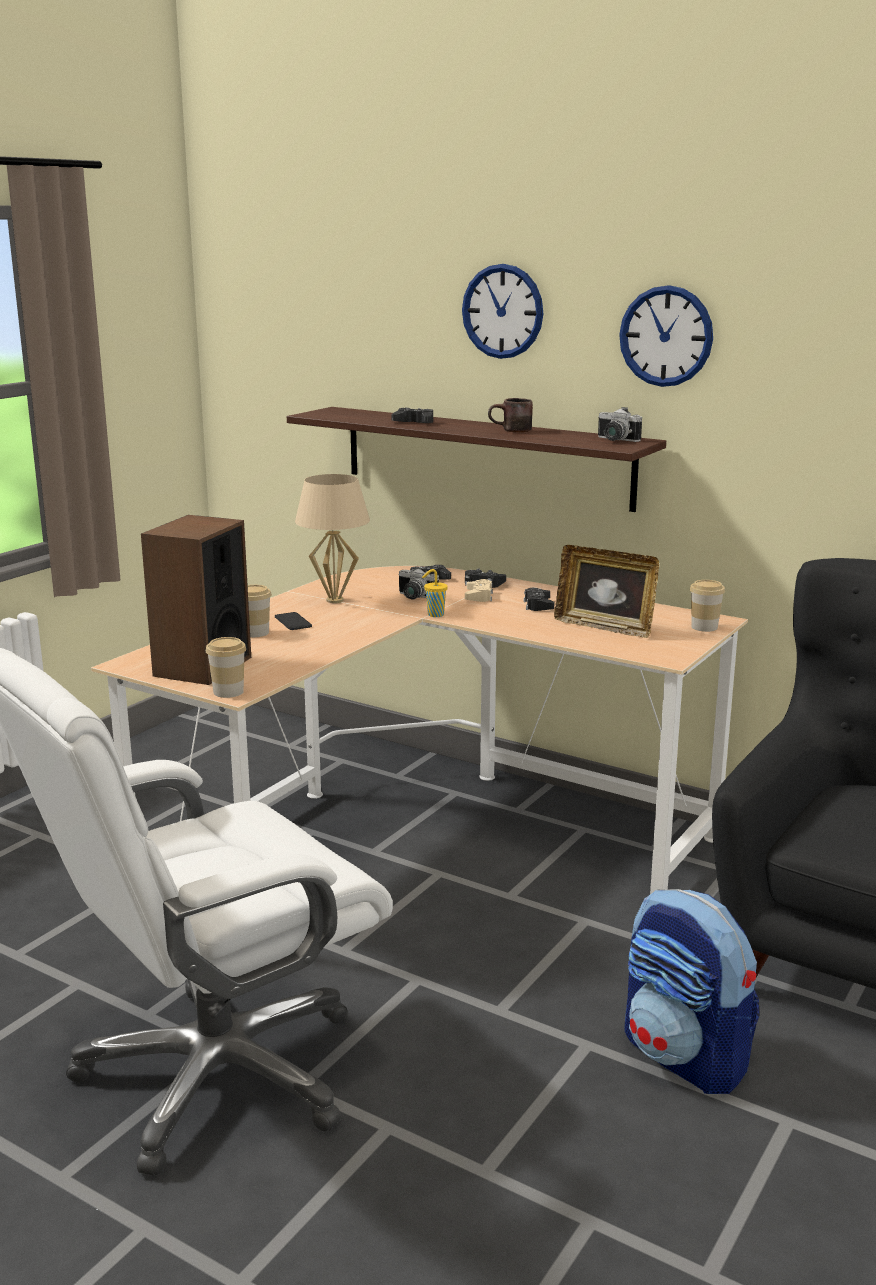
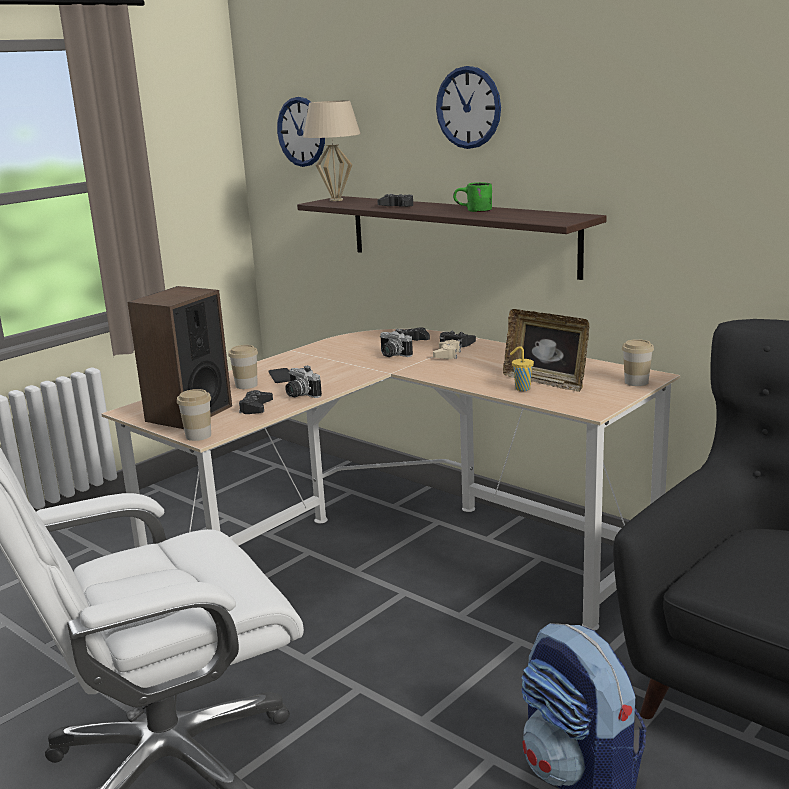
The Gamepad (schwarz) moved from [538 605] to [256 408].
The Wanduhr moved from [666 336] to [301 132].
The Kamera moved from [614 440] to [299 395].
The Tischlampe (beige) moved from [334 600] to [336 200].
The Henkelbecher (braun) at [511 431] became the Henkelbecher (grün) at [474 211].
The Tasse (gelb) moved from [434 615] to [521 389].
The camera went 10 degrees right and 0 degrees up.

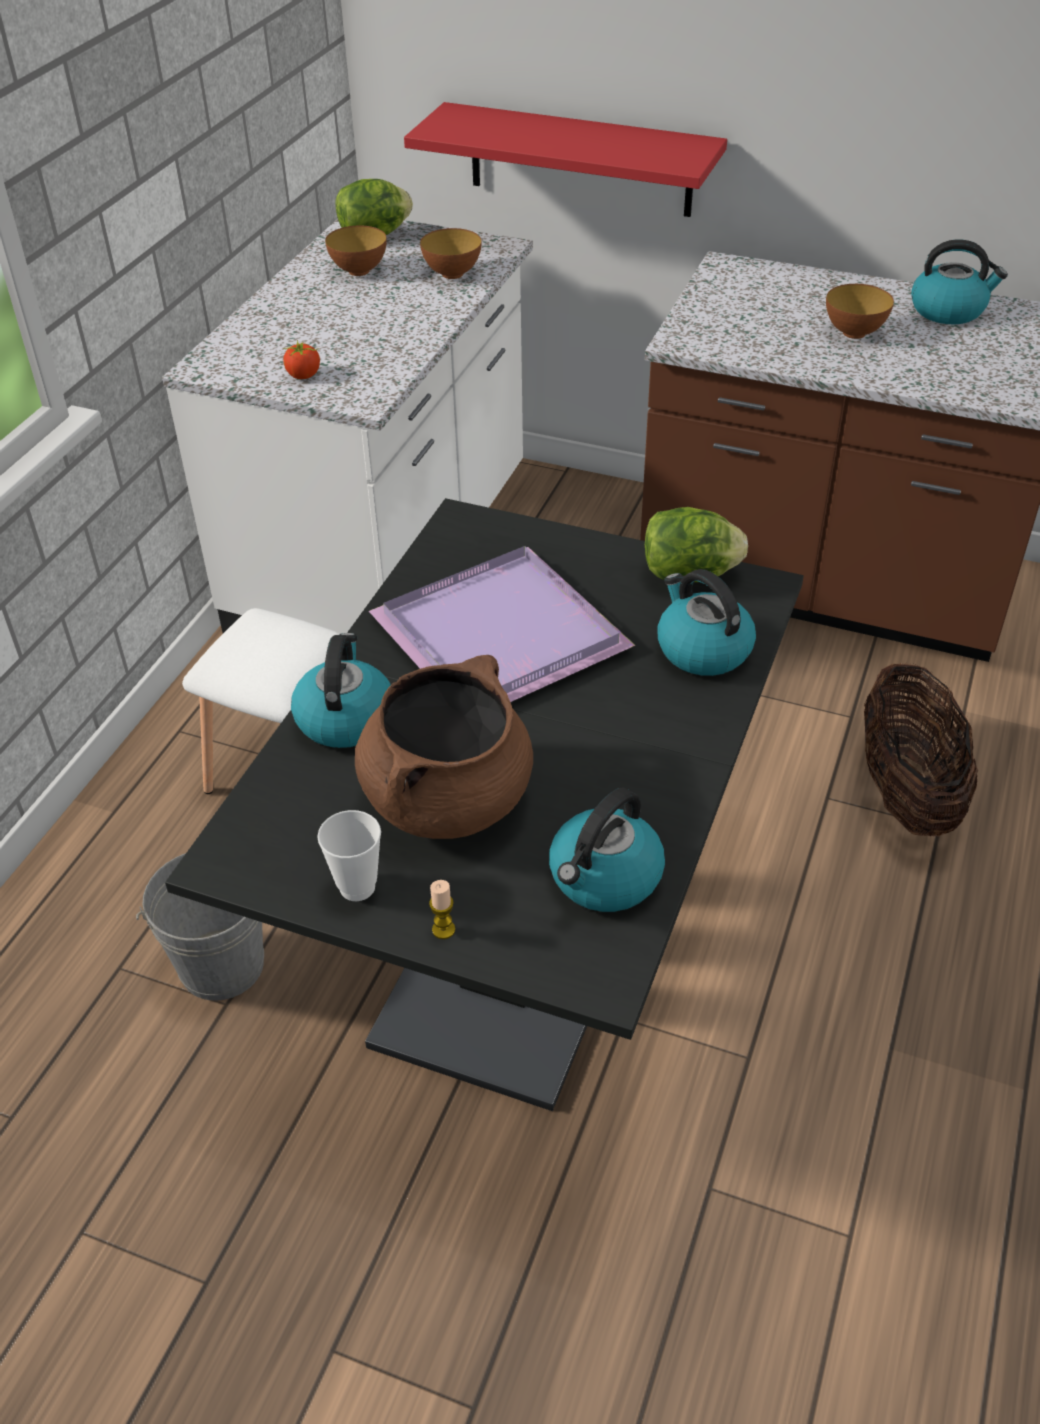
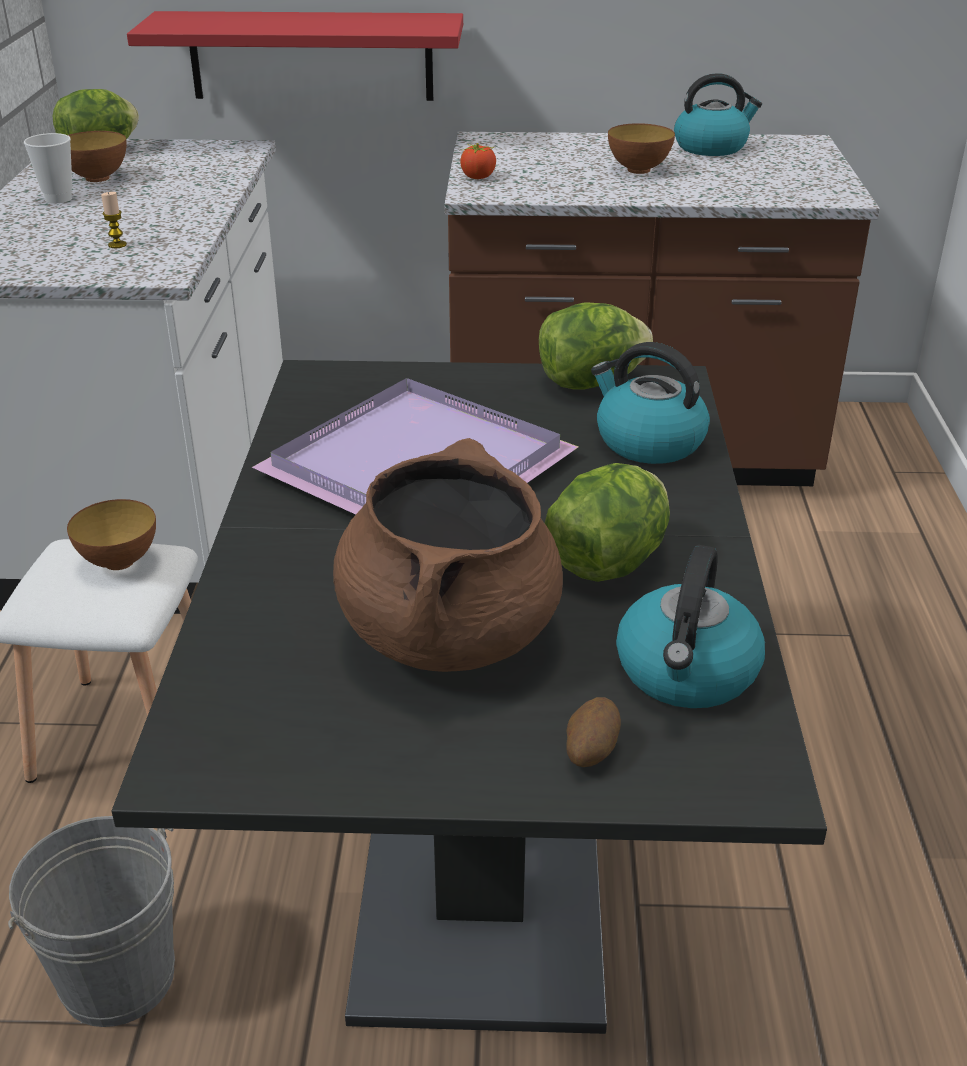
The Tasse moved from [357 887] to [58 199].
The Schüssel moved from [452 274] to [119 561].
The Kerze moved from [443 929] to [117 245].
The Tomate moved from [304 375] to [478 177].
The Salatkopf at [608 562] appeared.
The Kartoffel at [590 751] appeared.
The Wasserkessel at [345 718] disappeared.
The Korb at [906 791] disappeared.
The camera went 20 degrees left and 10 degrees down.

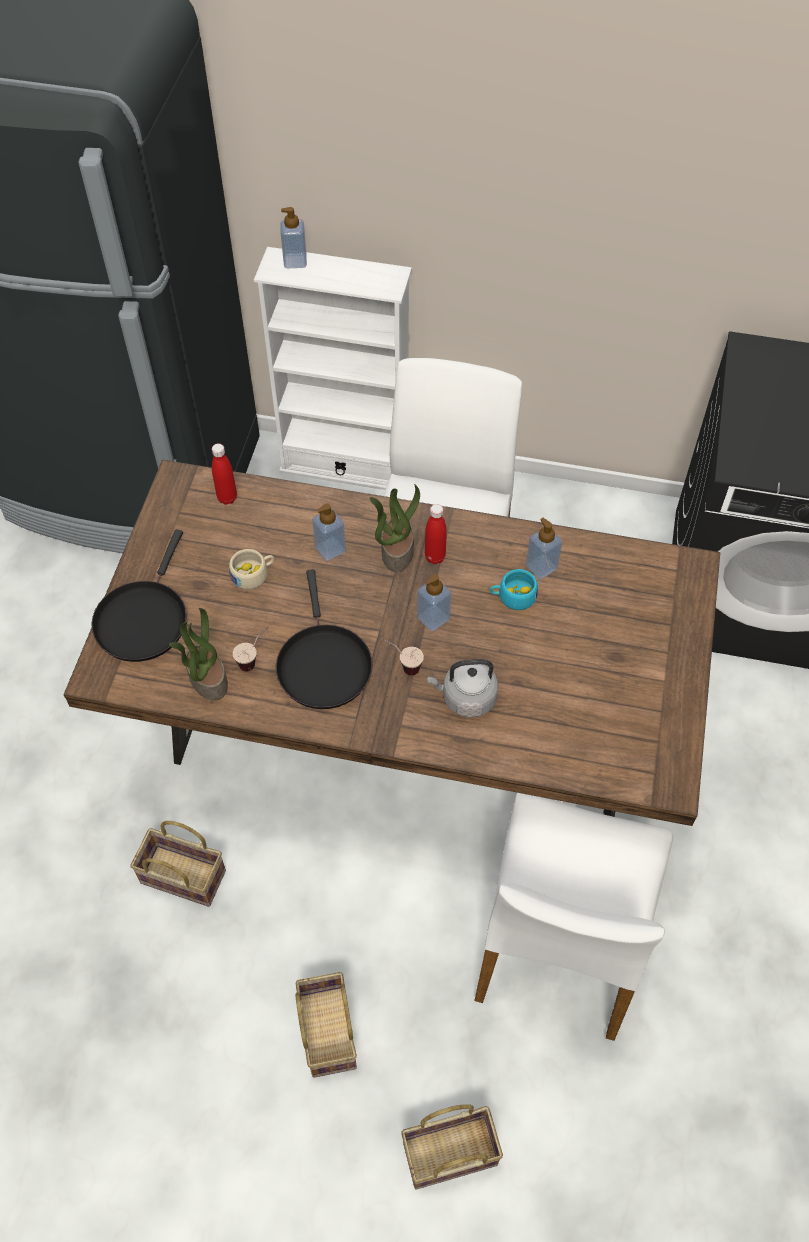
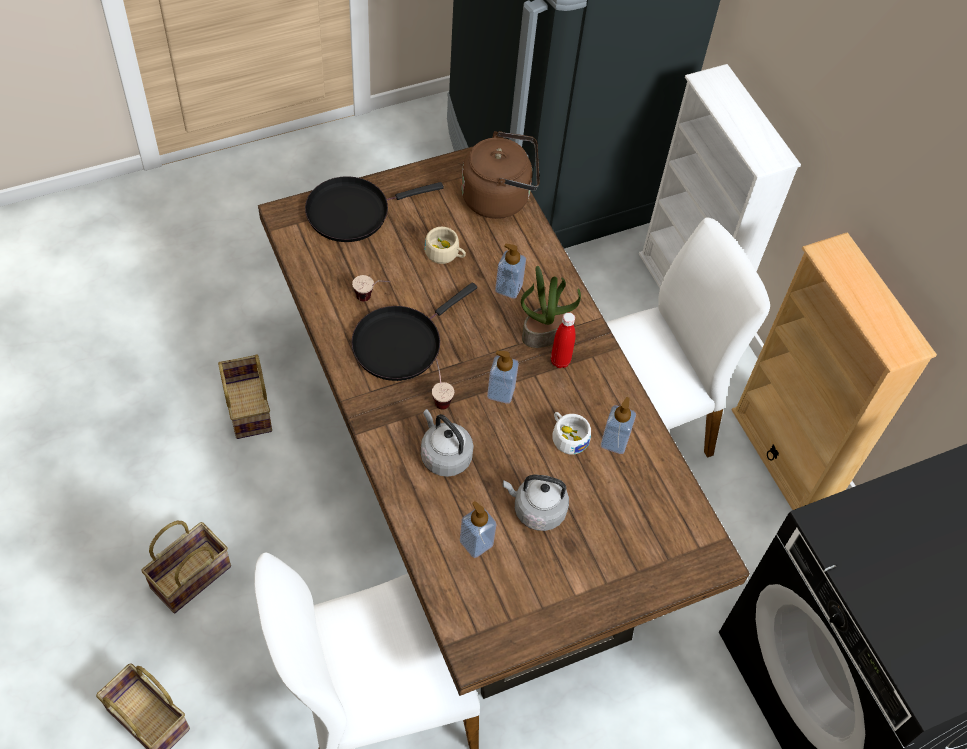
The Seifenspender moved from [295 261] to [476 543].
The Flasche (rot) at [227 498] was replaced by the Wasserkessel (braun) at [500 197].
The Wasserkessel (grau) at [536 510] appeared.
The Tasse (türkis) at [512 596] became the Tasse (weiß) at [567 436].
The Bücherregal (beige) at [784 456] appeared.
The Topfpflanze at [207 679] disappeared.
The camera went 50 degrees right and 0 degrees up.

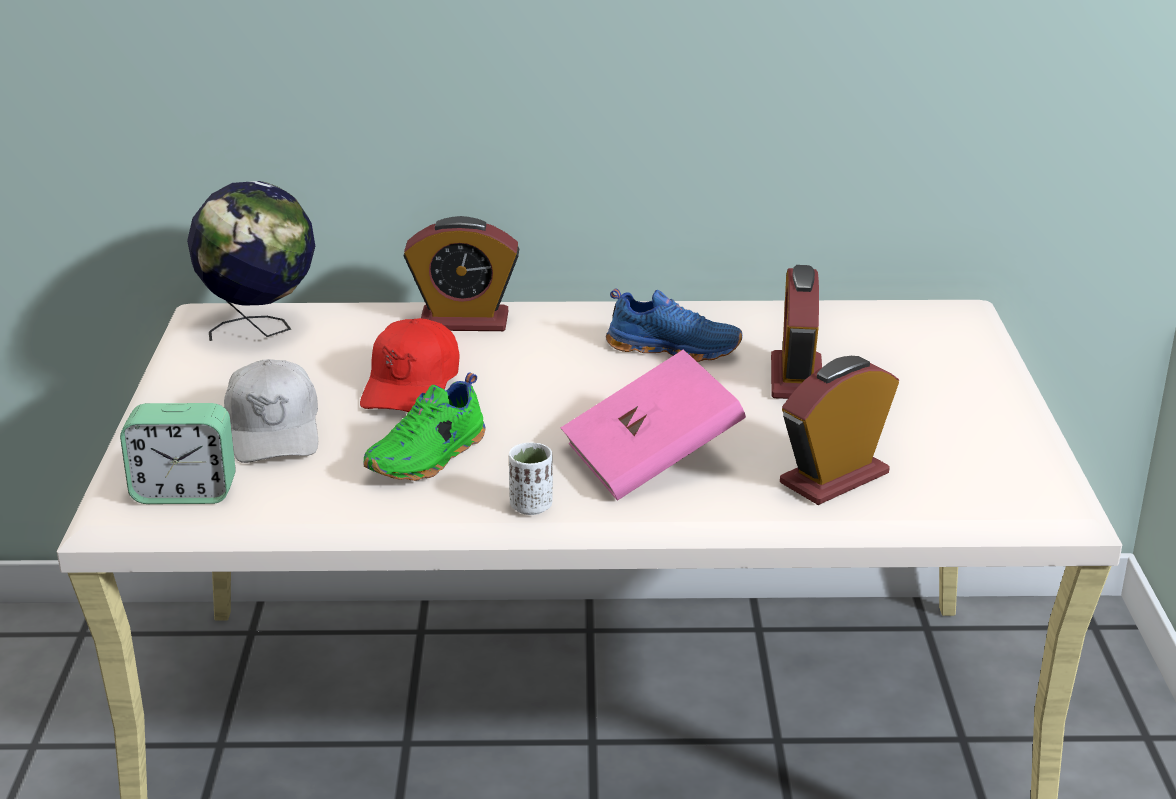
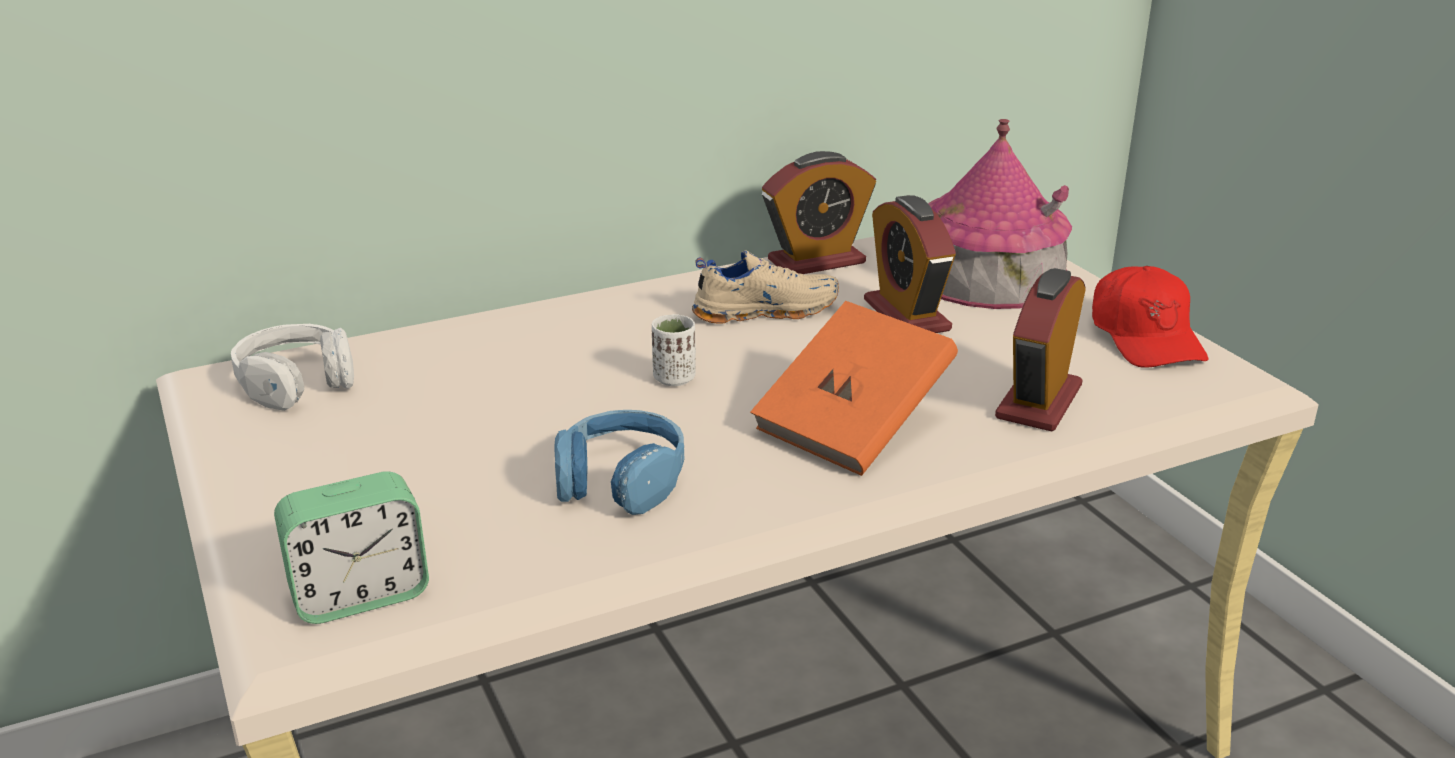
The Globus at [261 330] was replaced by the Kopfhörer (weiß) at [296 382].
The Schuh (grün) at [429 458] was replaced by the Kopfhörer (blau) at [621 480].
The Tasse (weiß) moved from [531 506] to [674 378].
The Schuh (blau) at [674 348] became the Schuh (beige) at [764 311].
The Buch (rosa) at [651 460] became the Buch (orange) at [853 425].
The Wecker moved from [464 321] to [816 261].
The Spielzeughaus at [988 274] appeared.
The Kappe (rot) moved from [412 386] to [1145 337].
The Kappe (weiß) at [274 430] disappeared.
The camera went 25 degrees left and 0 degrees up.

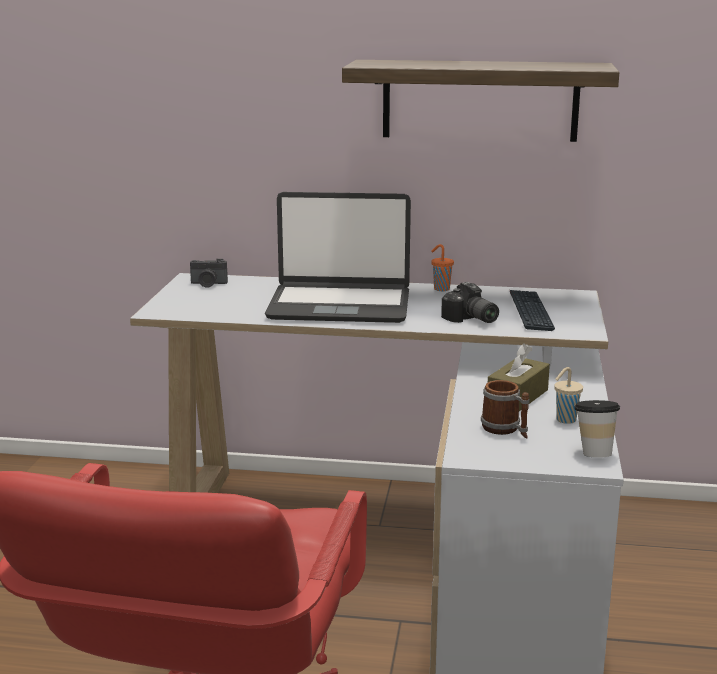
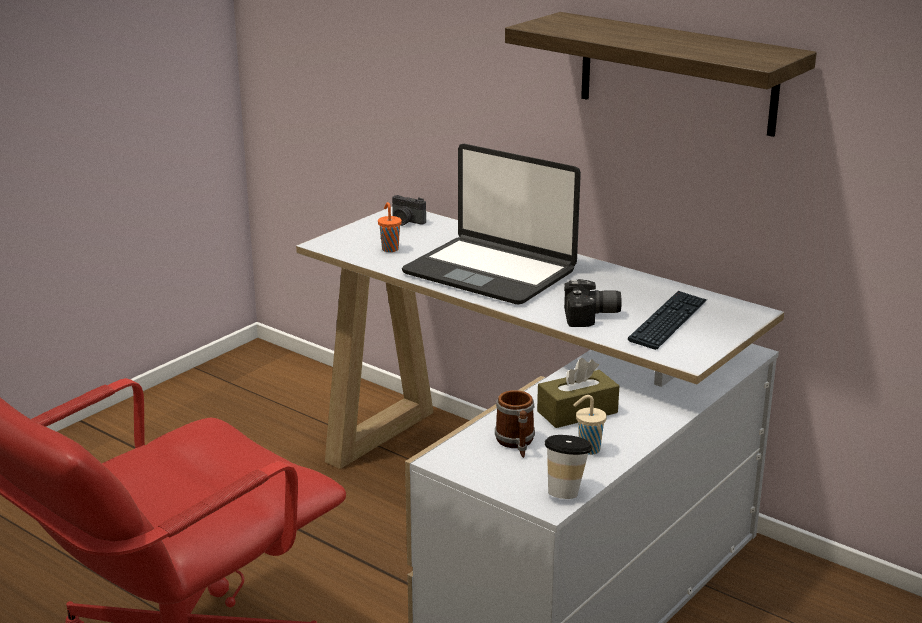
The Tasse (orange) moved from [440 289] to [390 249].
The Kamera at [470 320] turned 90 degrees counterclockwise.
The camera went 30 degrees right and 5 degrees up.

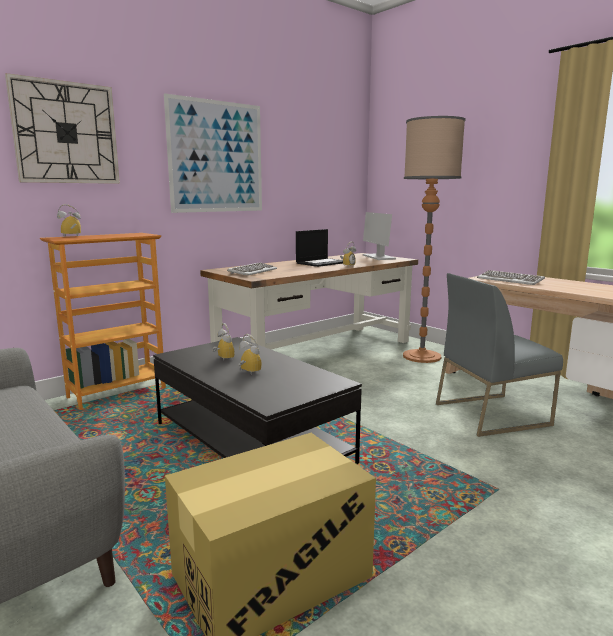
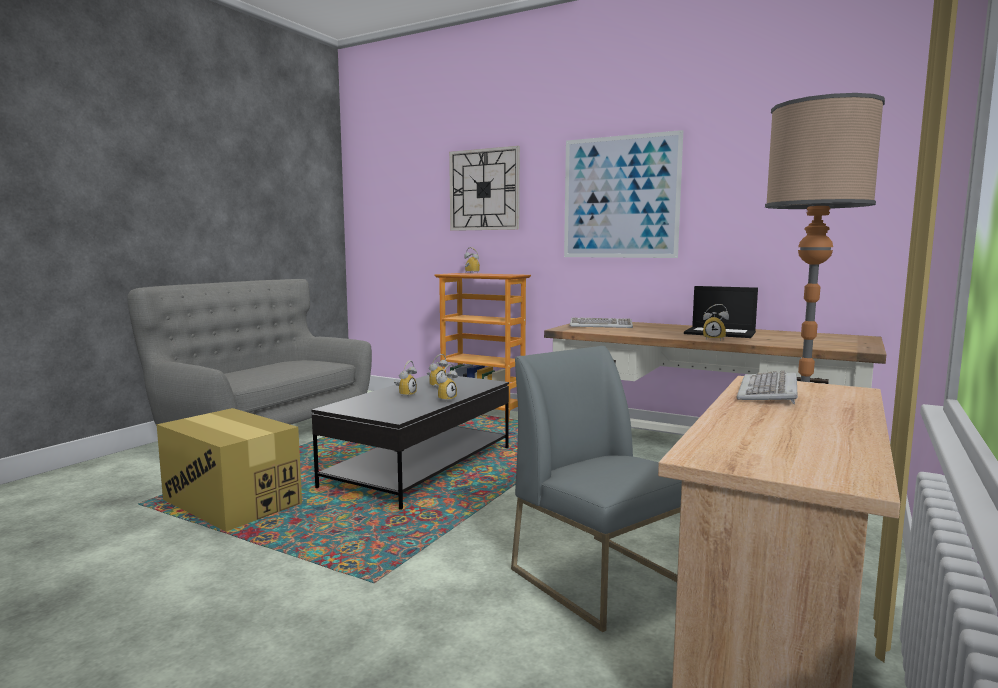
The Wecker at [445 399] appeared.
The Monitor at [378 257] disappeared.
The camera went 70 degrees right and 5 degrees down.

